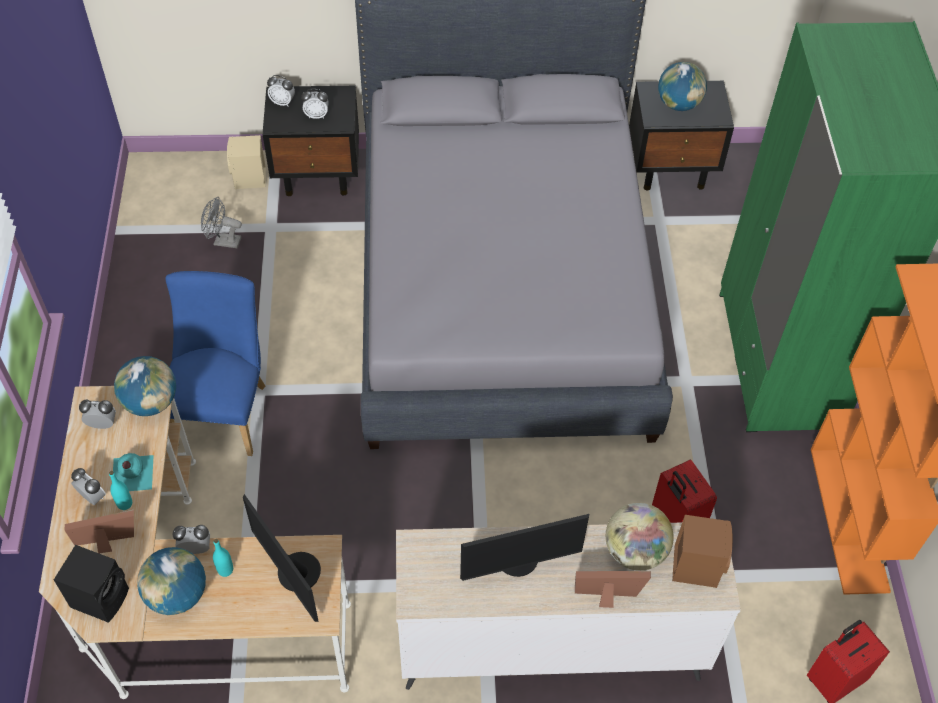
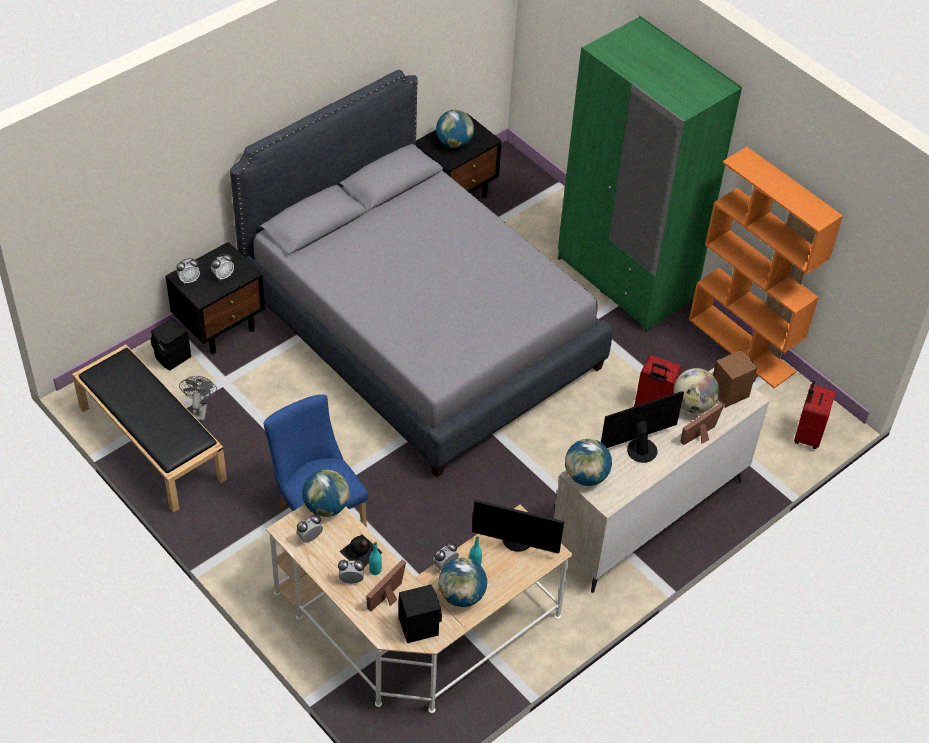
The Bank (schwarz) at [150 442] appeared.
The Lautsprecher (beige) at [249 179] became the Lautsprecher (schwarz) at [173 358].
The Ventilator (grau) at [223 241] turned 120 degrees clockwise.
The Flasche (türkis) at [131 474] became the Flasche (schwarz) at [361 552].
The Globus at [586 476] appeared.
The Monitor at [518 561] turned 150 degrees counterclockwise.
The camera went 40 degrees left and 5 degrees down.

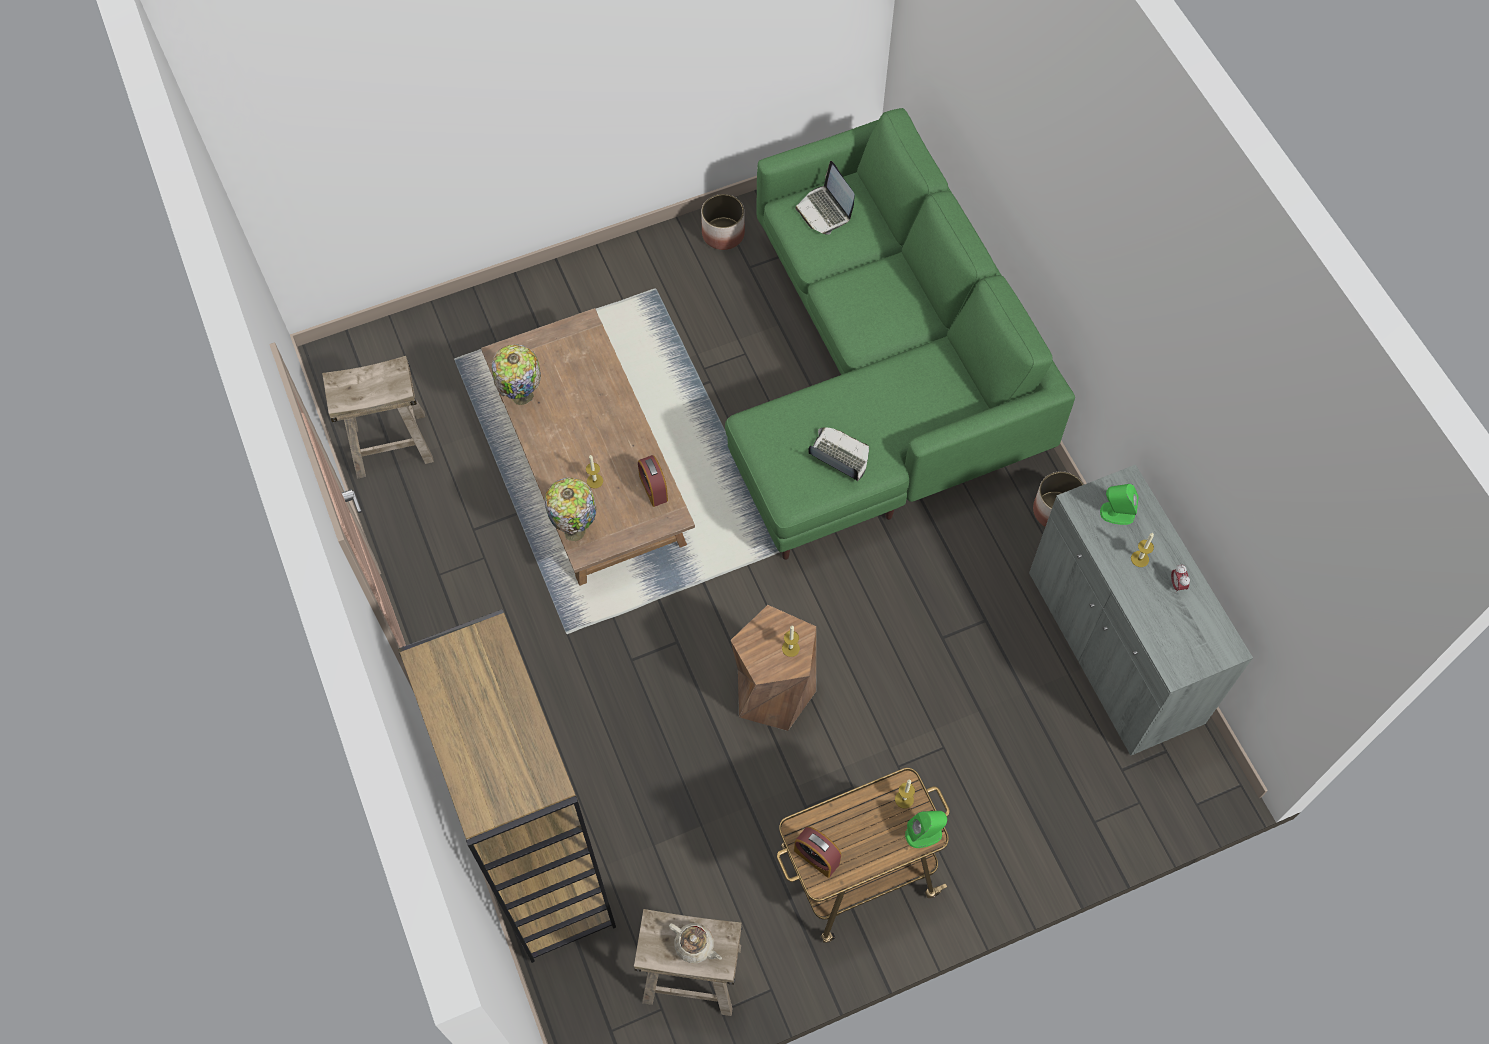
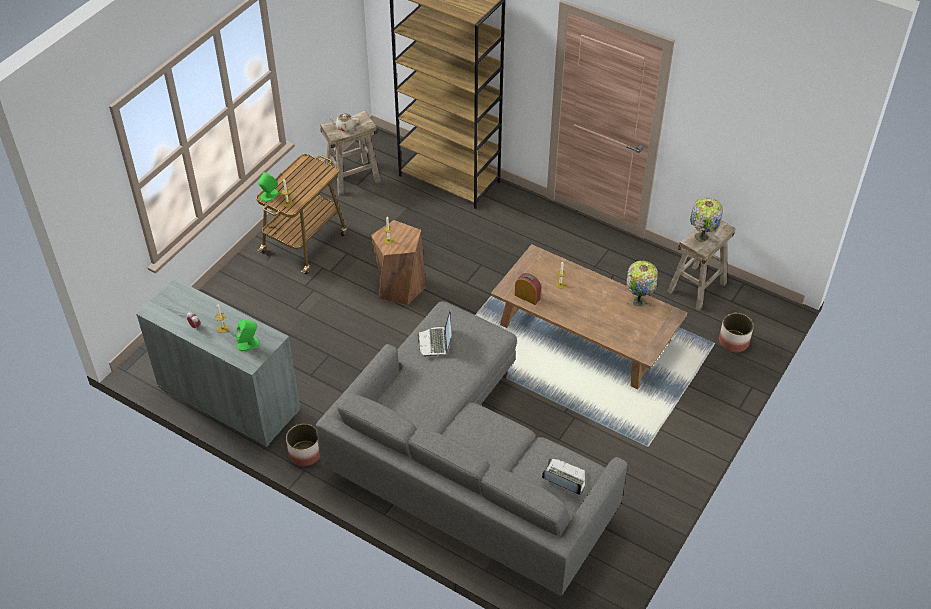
The Sofa (grün) at [879 378] became the Sofa (grau) at [466 471].
The Laptop at [839 457] turned 90 degrees clockwise.
The Tischlampe moved from [576 529] to [701 238].
The Pflanzkübel moved from [723 233] to [734 341].
The Wecker at [816 857] disappeared.
The camera went 145 degrees right and 15 degrees down.

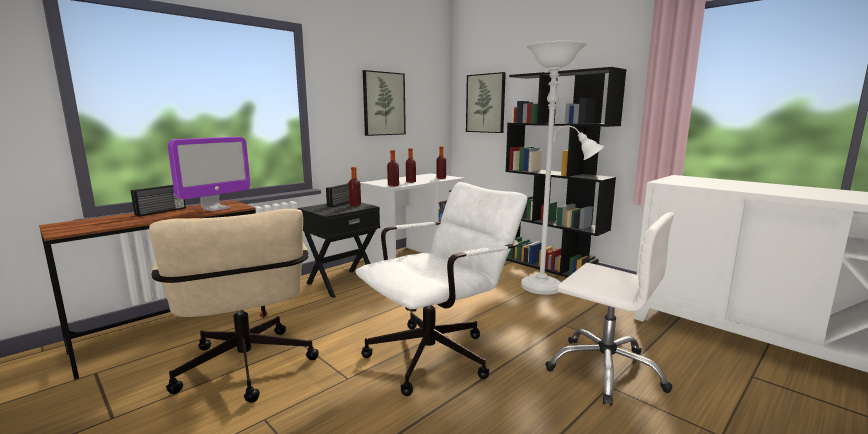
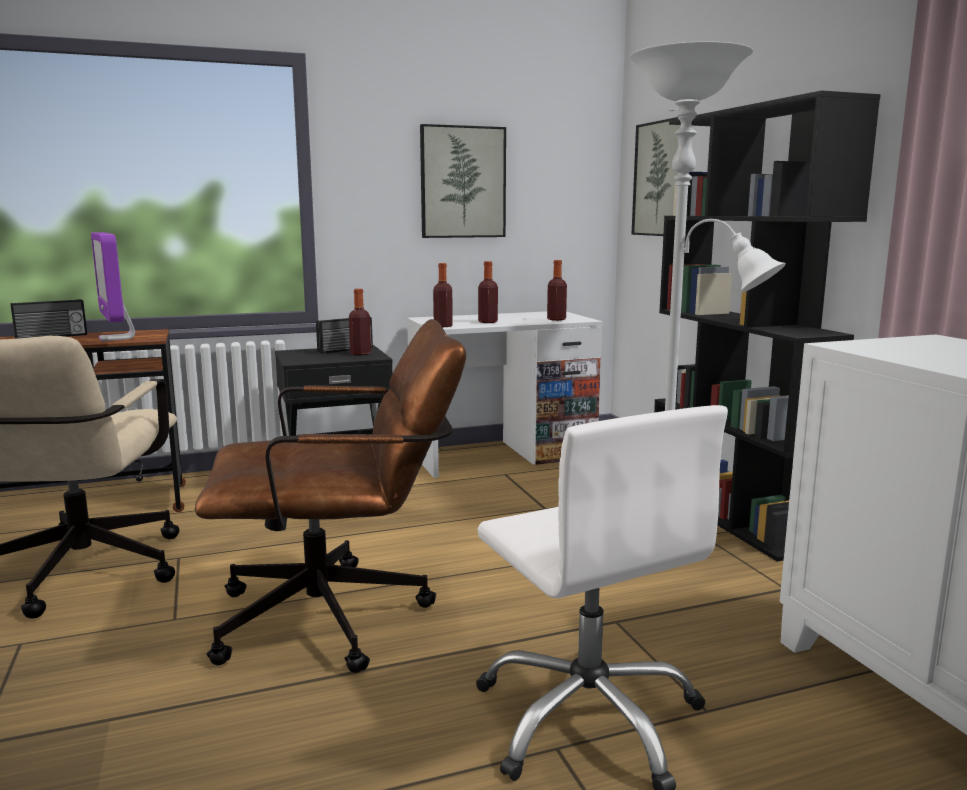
The Monitor at [216 208] turned 90 degrees clockwise.
The Bürostuhl (weiß) at [439 353] became the Bürostuhl (braun) at [342 616].
The camera went 25 degrees right and 0 degrees up.

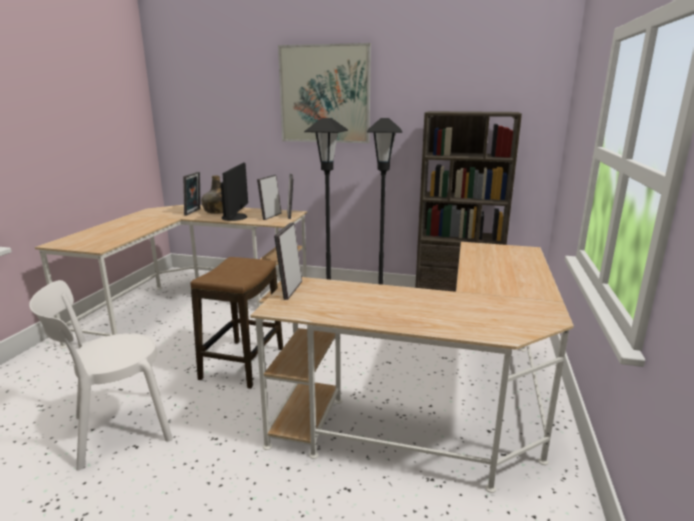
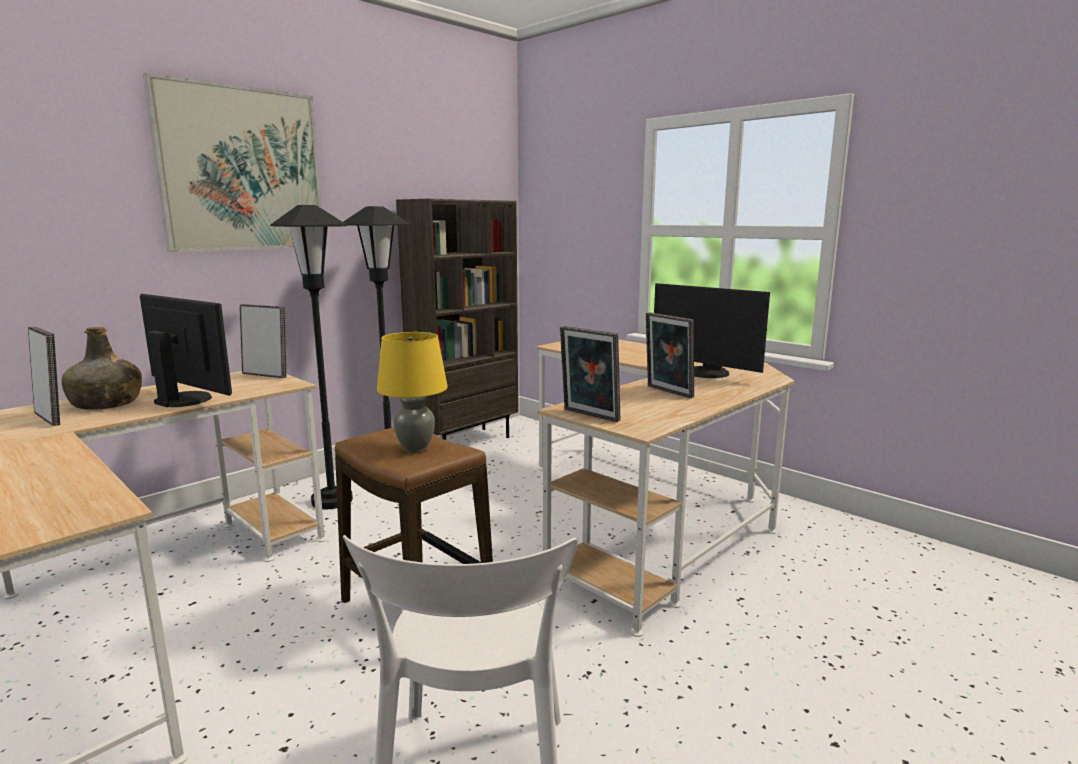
The Tischlampe (gelb) at [415 448] appeared.
The Bilderrahmen moved from [270 216] to [667 392].
The Monitor at [705 373] appeared.
The camera went 60 degrees left and 5 degrees down.

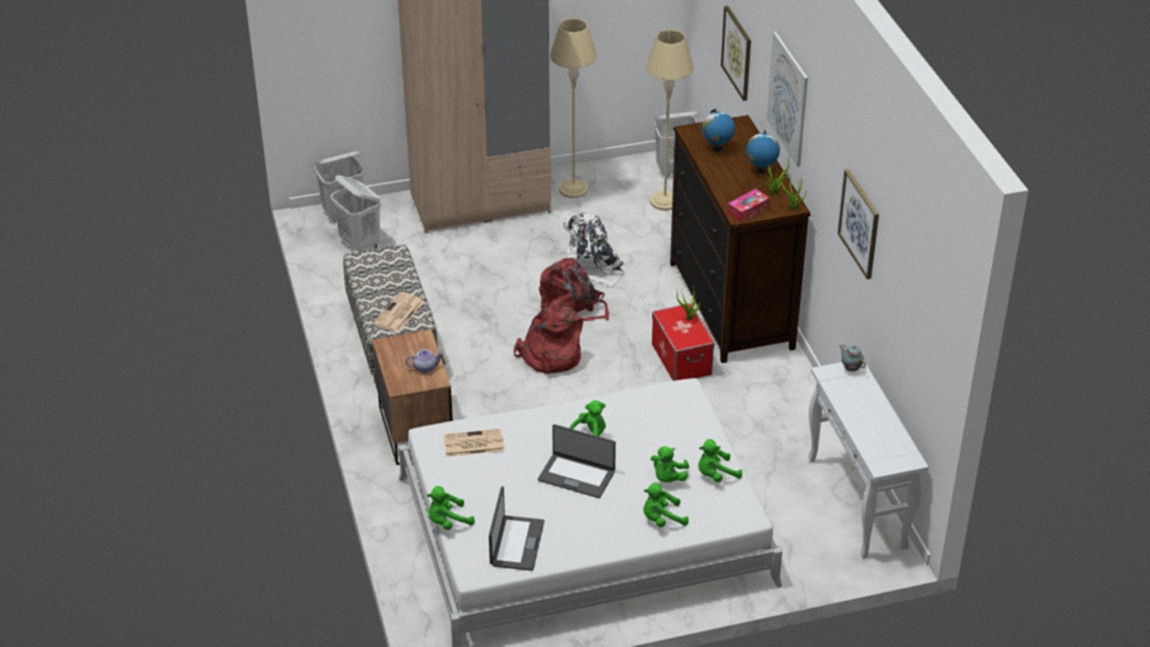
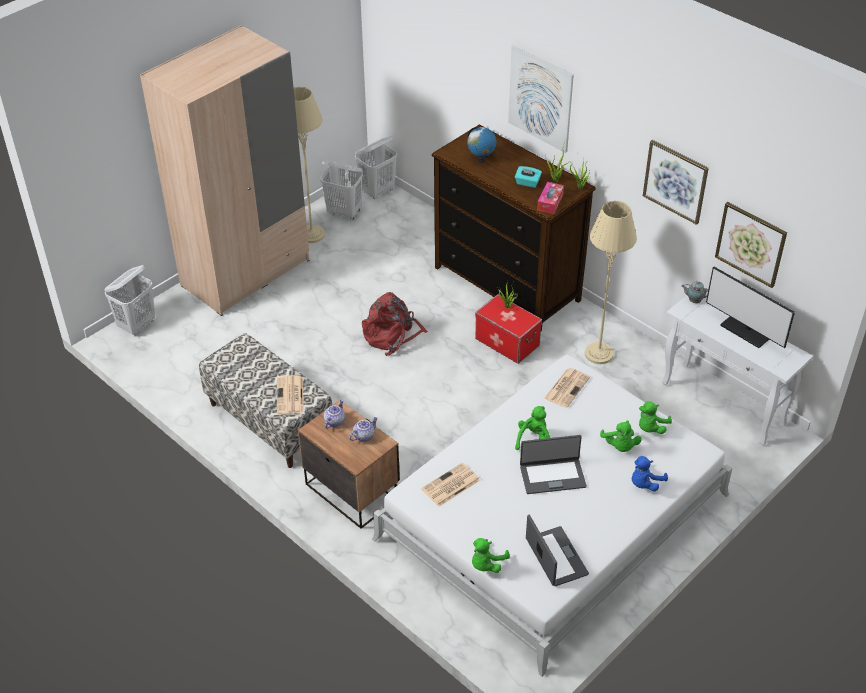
The Wäschekorb (weiß) moved from [360 244] to [344 212].
The Teekanne at [334 421] appeared.
The Taschentuchbox (türkis) at [527 183] appeared.
The Zeitung at [567 387] appeared.
The Stehlampe (beige) moved from [665 202] to [599 354].
The Plüschtier (grün) at [662 519] became the Plüschtier (blau) at [644 483].
The Monitor at [745 331] appeared.
The Bild moved from [737 52] to [751 244].
The Rucksack (rot) at [549 356] disappeared.
The Rucksack (weiß) at [591 266] disappeared.
The Globus at [761 170] disappeared.
The camera went 30 degrees left and 5 degrees up.

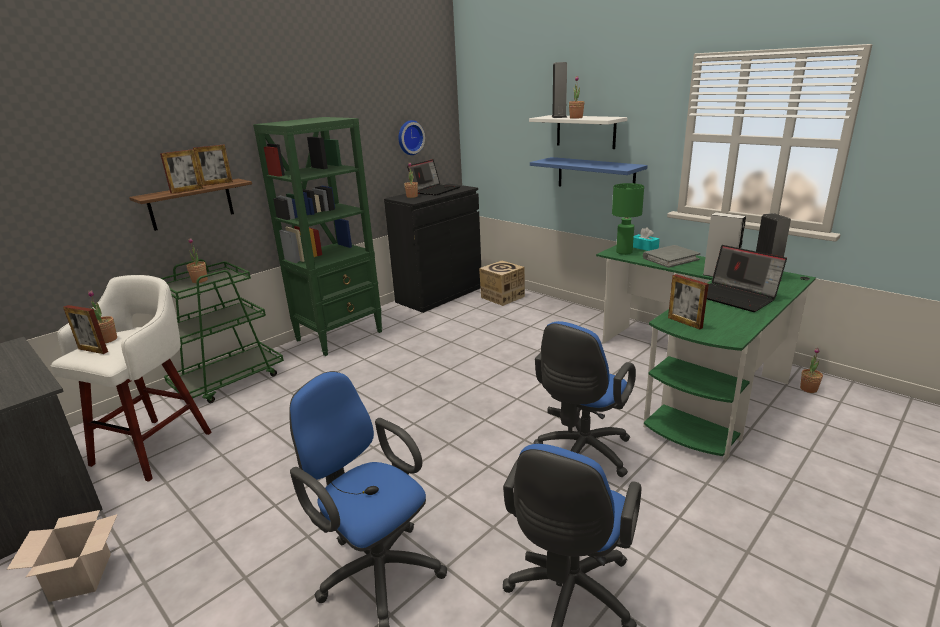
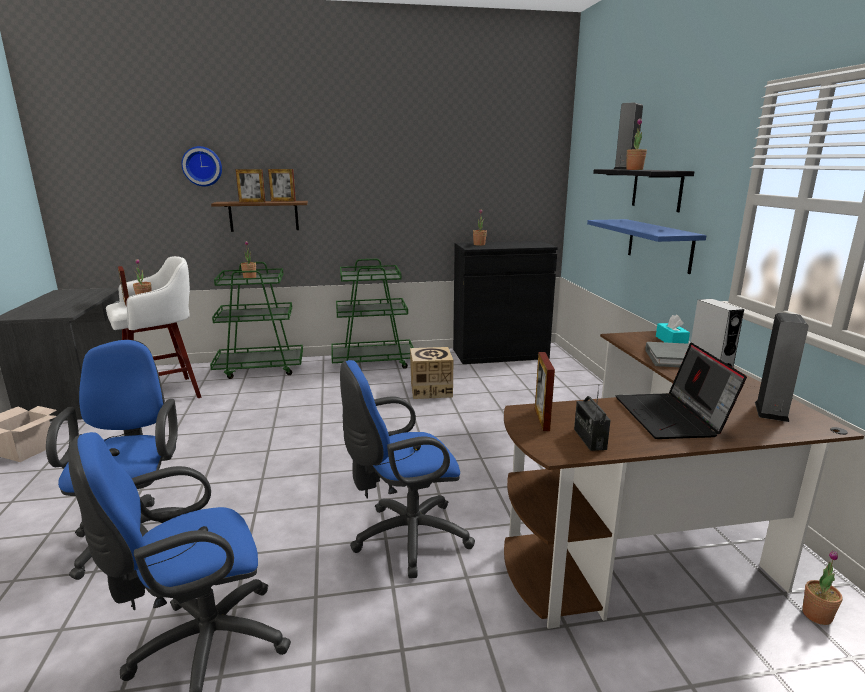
The Wanduhr moved from [409 137] to [202 166].
The Bücherregal (grün) at [340 336] was replaced by the Rollwagen (grün) at [373 362].
The Karton moved from [502 297] to [431 390].
The Schreibtisch (grün) at [695 380] became the Schreibtisch (braun) at [651 529].
The Radio at [589 439] appeared.
The Wandregal (weiß) at [585 131] became the Wandregal (schwarz) at [656 189].
The Laptop at [435 190] disappeared.
The Tischlampe (grün) at [623 252] disappeared.
The camera went 35 degrees right and 5 degrees down.

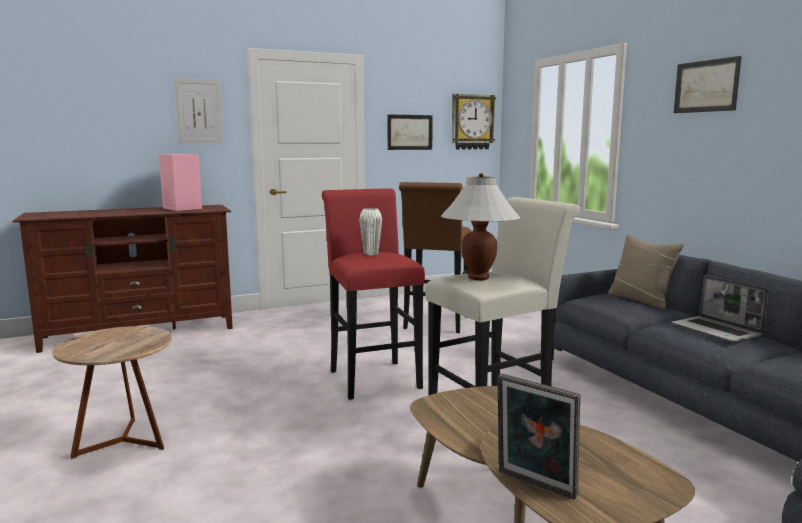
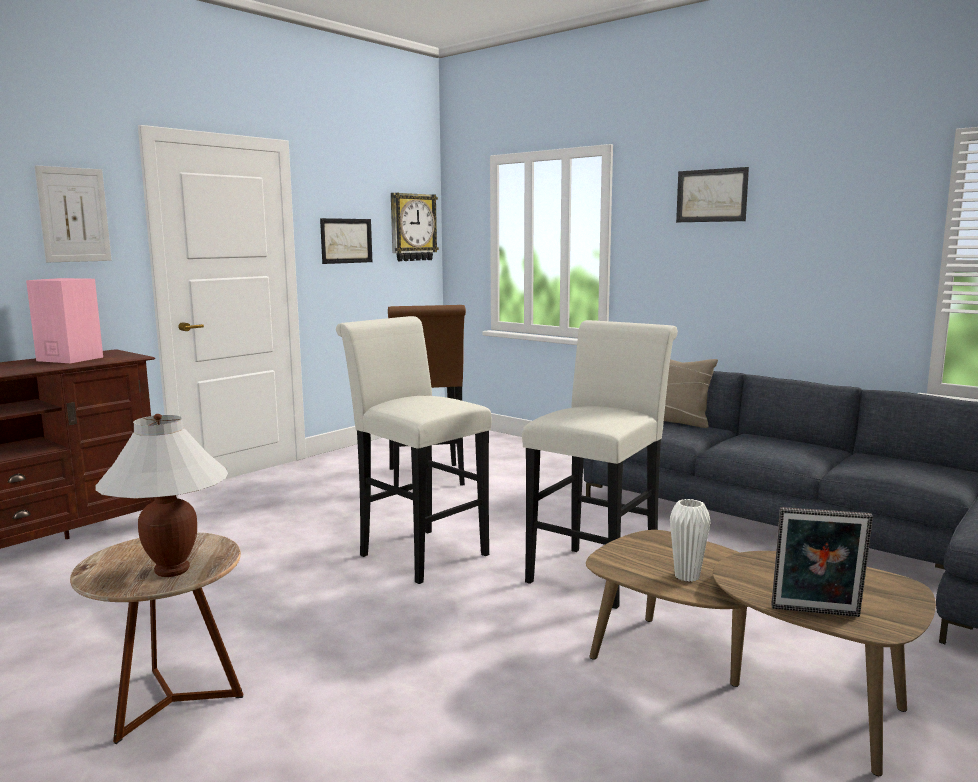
The Tischlampe (weiß) moved from [478 278] to [172 570].
The Hocker (rot) at [372 377] became the Hocker (weiß) at [417 552].
The Vase (weiß) moved from [371 254] to [687 576].
The Laptop at [717 331] disappeared.
The camera went 25 degrees left and 0 degrees up.

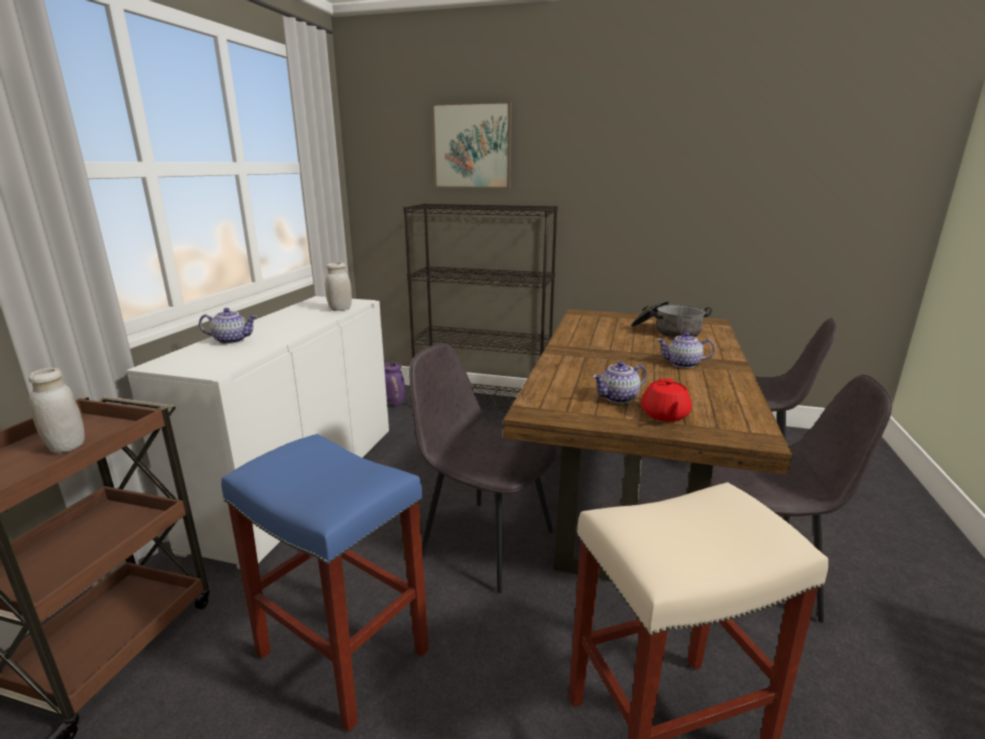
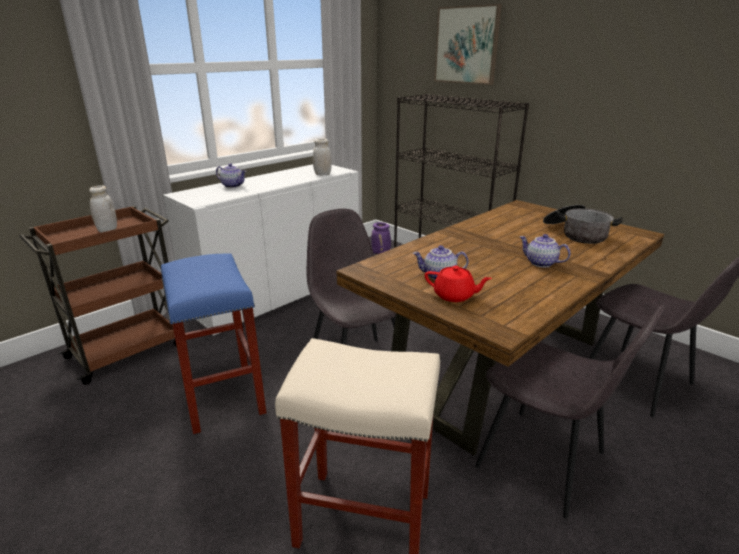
The Teekanne (rot) at [664 415] turned 105 degrees counterclockwise.
The camera went 30 degrees right and 5 degrees up.

